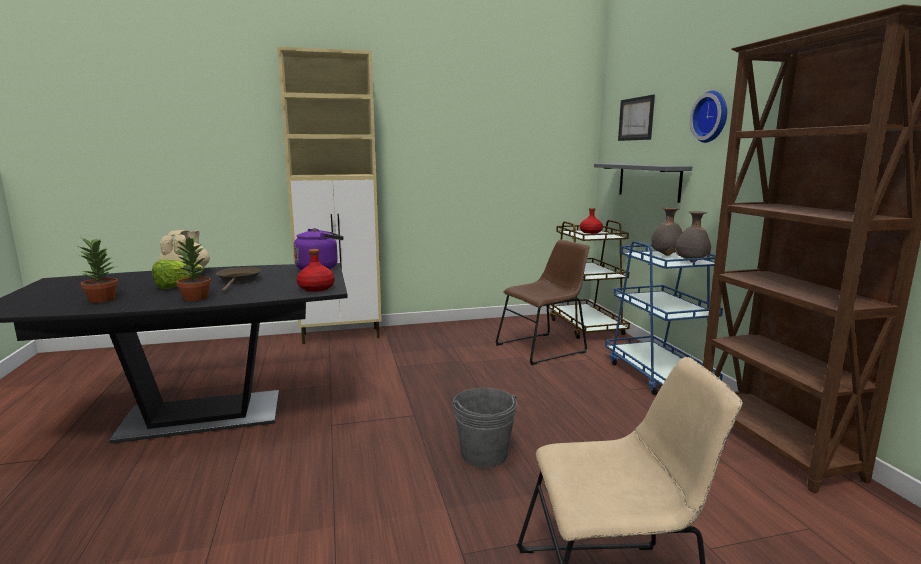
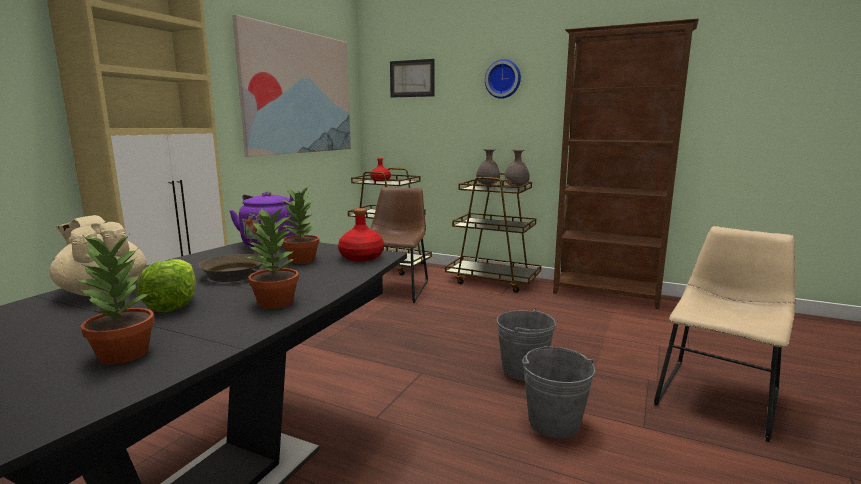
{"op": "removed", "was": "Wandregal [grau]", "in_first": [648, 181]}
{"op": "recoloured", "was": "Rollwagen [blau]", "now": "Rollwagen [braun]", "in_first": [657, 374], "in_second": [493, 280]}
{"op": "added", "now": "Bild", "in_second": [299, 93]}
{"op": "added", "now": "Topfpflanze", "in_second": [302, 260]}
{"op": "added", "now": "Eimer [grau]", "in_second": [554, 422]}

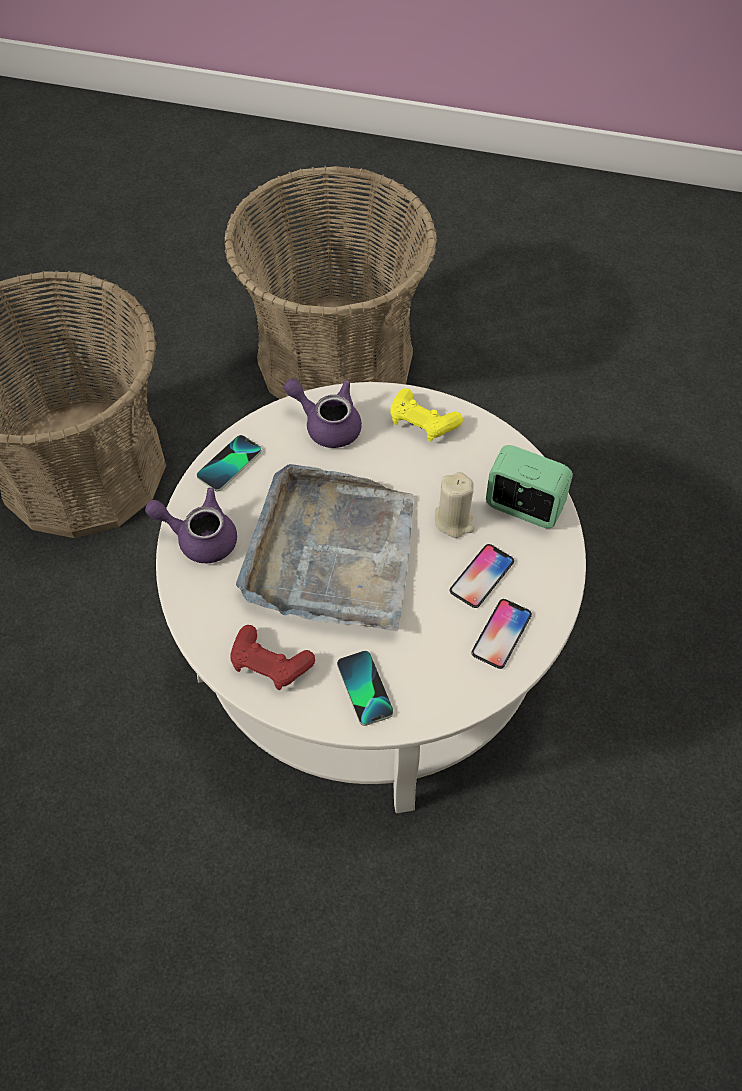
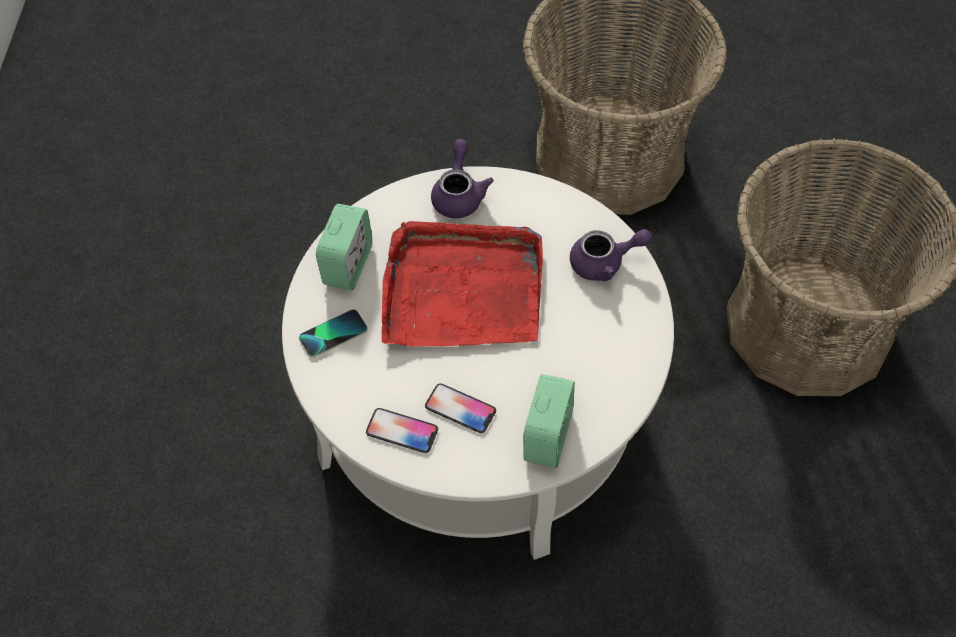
{"op": "removed", "was": "Handy", "in_first": [229, 464]}
{"op": "replaced", "was": "Gamepad [rot]", "now": "Wecker", "in_first": [270, 663], "in_second": [347, 265]}
{"op": "recoloured", "was": "Tablett [grau]", "now": "Tablett [rot]", "in_first": [331, 553], "in_second": [462, 289]}
{"op": "turned", "was": "Teekanne [lila]", "in_first": [327, 424], "in_second": [604, 263], "clockwise": 60}
{"op": "removed", "was": "Gamepad [gelb]", "in_first": [422, 422]}
{"op": "removed", "was": "Kerze [beige]", "in_first": [454, 521]}

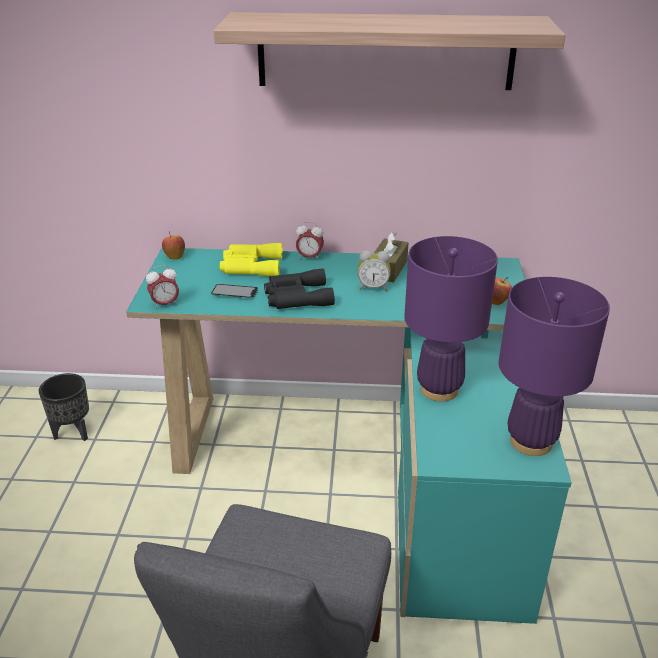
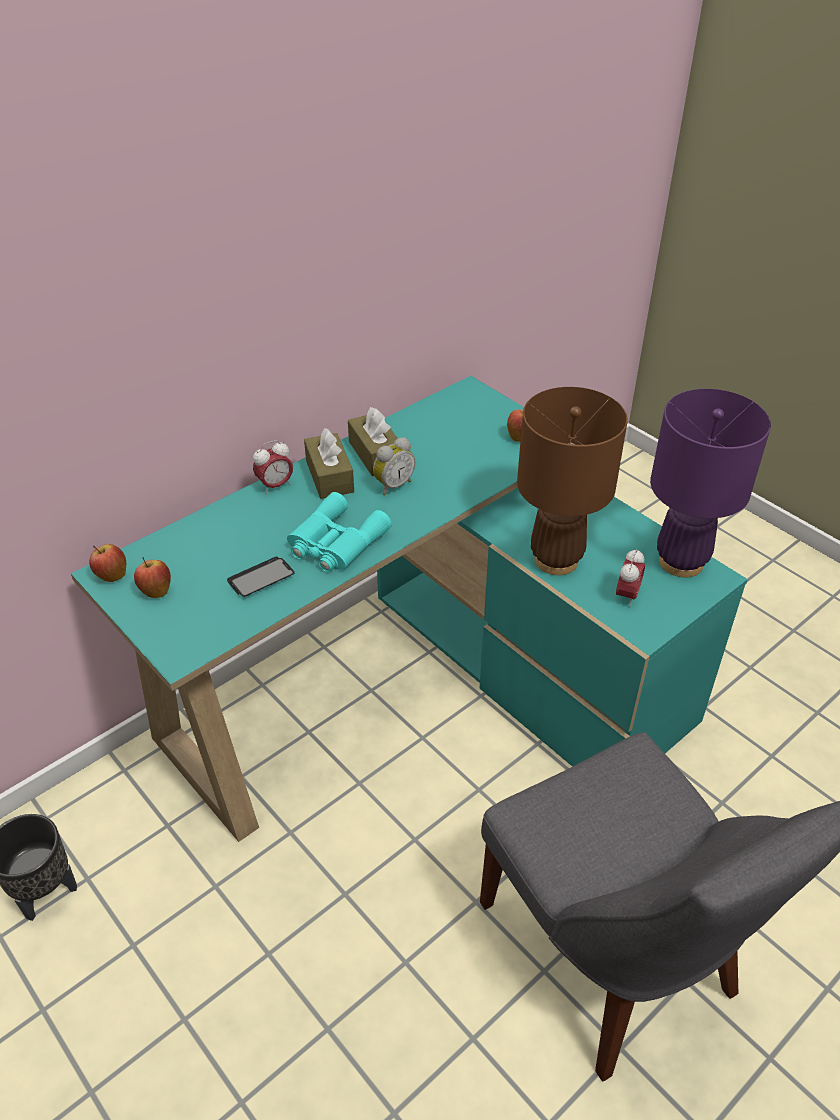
{"op": "moved", "was": "Wecker", "in_first": [165, 304], "in_second": [627, 595]}
{"op": "removed", "was": "Wandregal", "in_first": [385, 51]}
{"op": "removed", "was": "Fernglas [gelb]", "in_first": [250, 266]}
{"op": "recoloured", "was": "Fernglas [schwarz]", "now": "Fernglas [türkis]", "in_first": [296, 297], "in_second": [335, 543]}
{"op": "recoloured", "was": "Tischlampe [lila]", "now": "Tischlampe [braun]", "in_first": [439, 389], "in_second": [556, 560]}
{"op": "added", "now": "Apfel", "in_second": [156, 591]}
{"op": "added", "now": "Taschentuchbox [braun]", "in_second": [329, 476]}

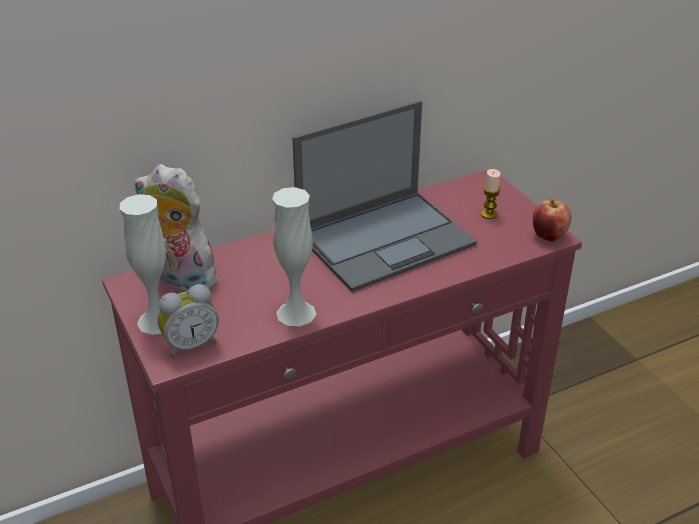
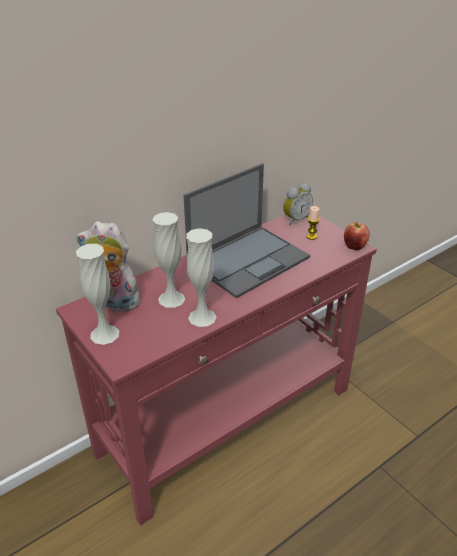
{"op": "moved", "was": "Wecker", "in_first": [190, 345], "in_second": [295, 219]}
{"op": "added", "now": "Vase [weiß]", "in_second": [171, 299]}

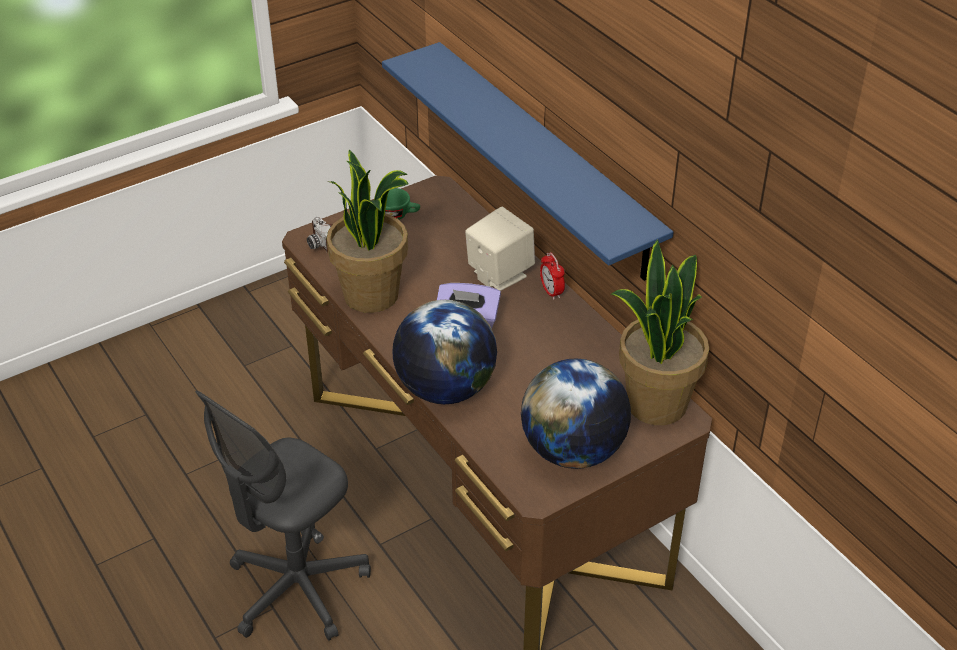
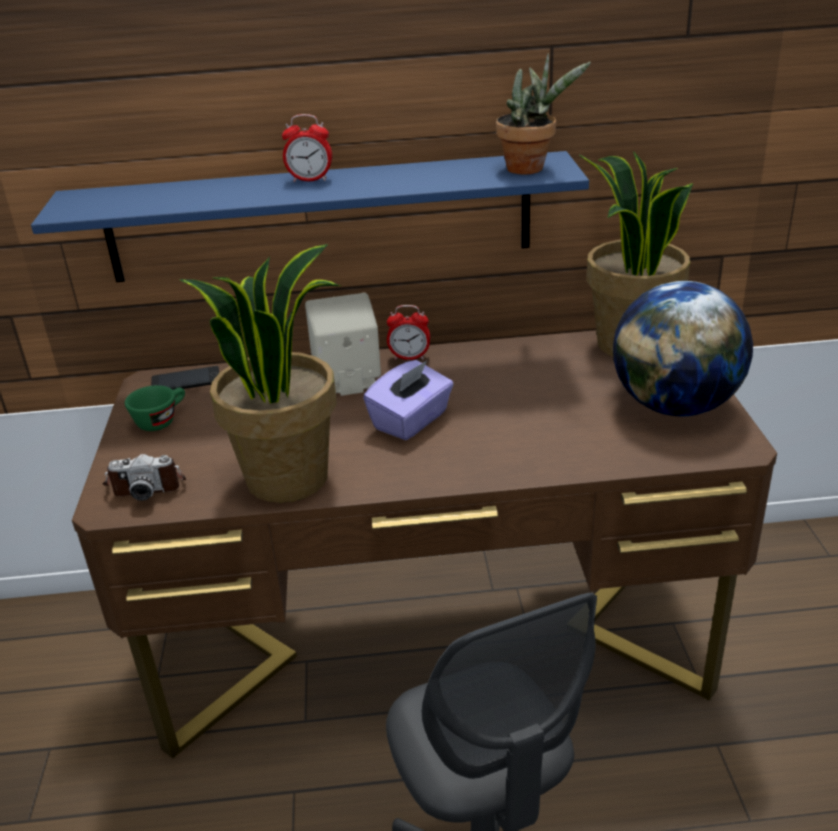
{"op": "removed", "was": "Globus", "in_first": [445, 389]}
{"op": "added", "now": "Handy", "in_second": [186, 381]}
{"op": "added", "now": "Wecker", "in_second": [310, 180]}
{"op": "added", "now": "Topfpflanze", "in_second": [531, 169]}

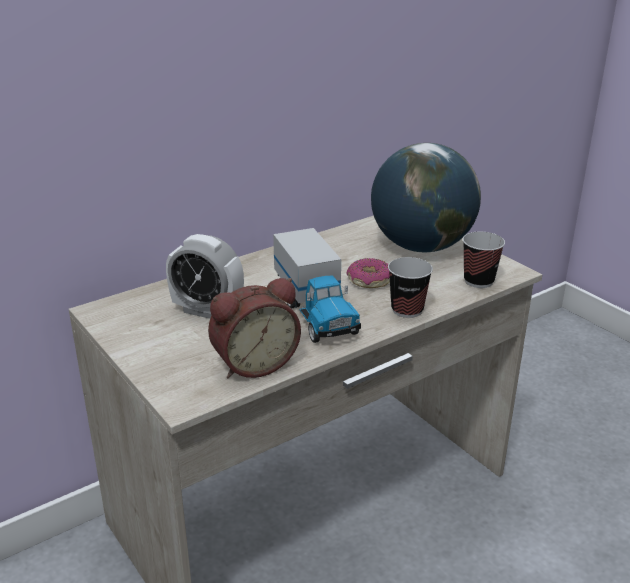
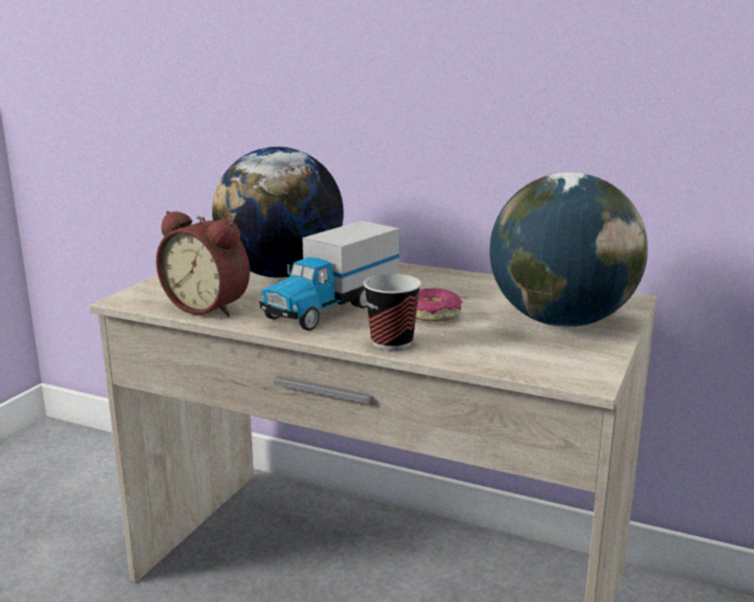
{"op": "replaced", "was": "Wecker", "now": "Globus", "in_first": [207, 311], "in_second": [281, 274]}
{"op": "removed", "was": "Tasse", "in_first": [478, 281]}

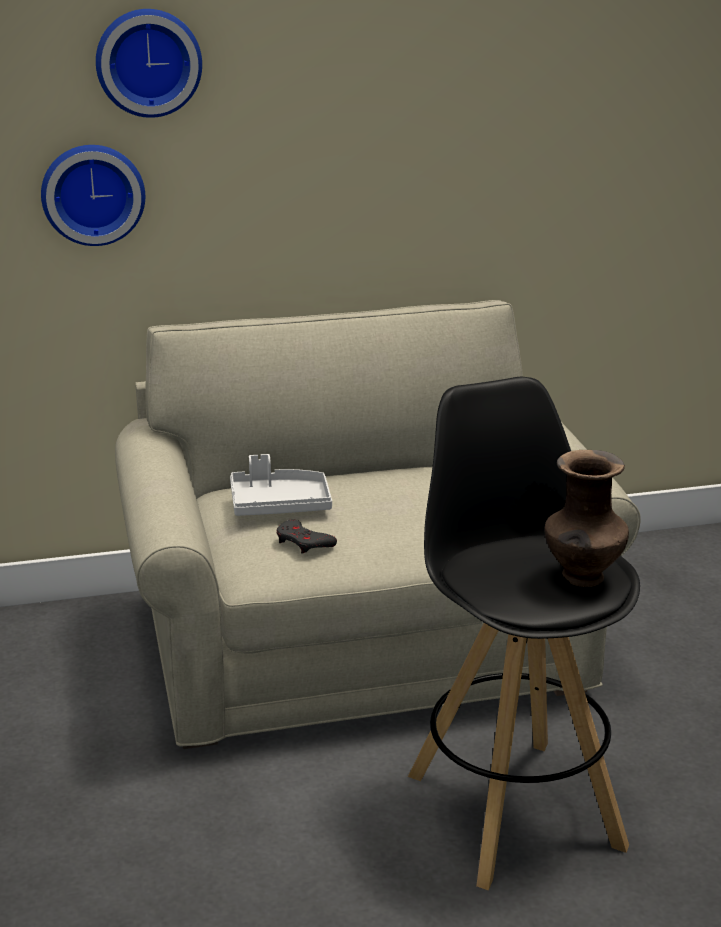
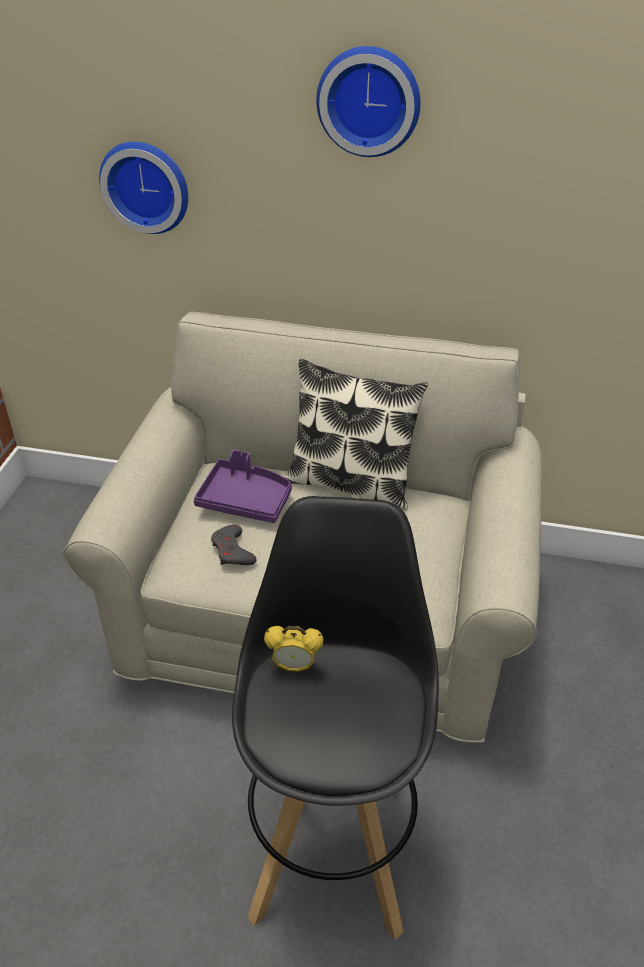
{"op": "moved", "was": "Wanduhr", "in_first": [148, 62], "in_second": [369, 100]}
{"op": "recoloured", "was": "Tablett [grau]", "now": "Tablett [lila]", "in_first": [279, 505], "in_second": [245, 500]}
{"op": "removed", "was": "Vase [braun]", "in_first": [582, 578]}
{"op": "added", "now": "Wecker", "in_second": [294, 666]}
{"op": "added", "now": "Kissen", "in_second": [351, 482]}

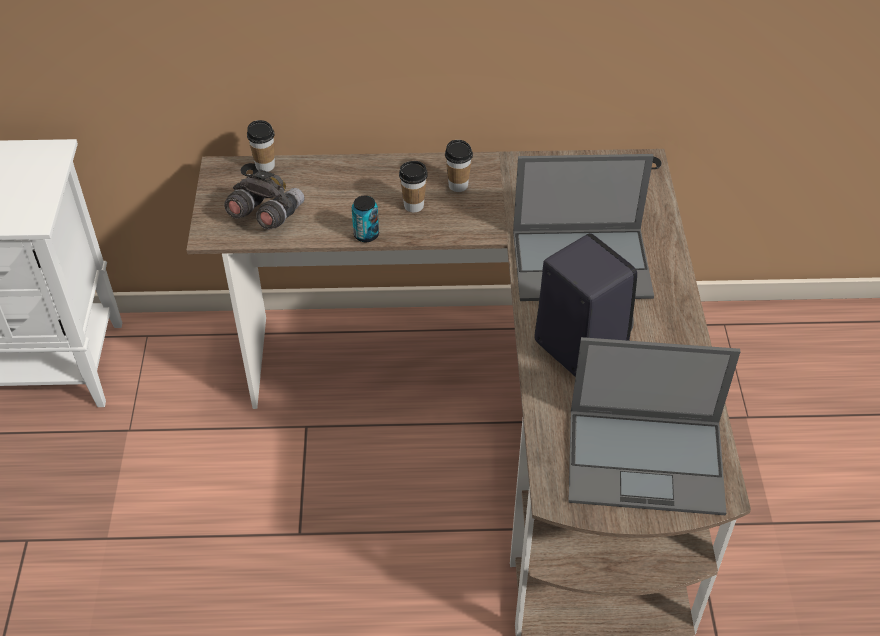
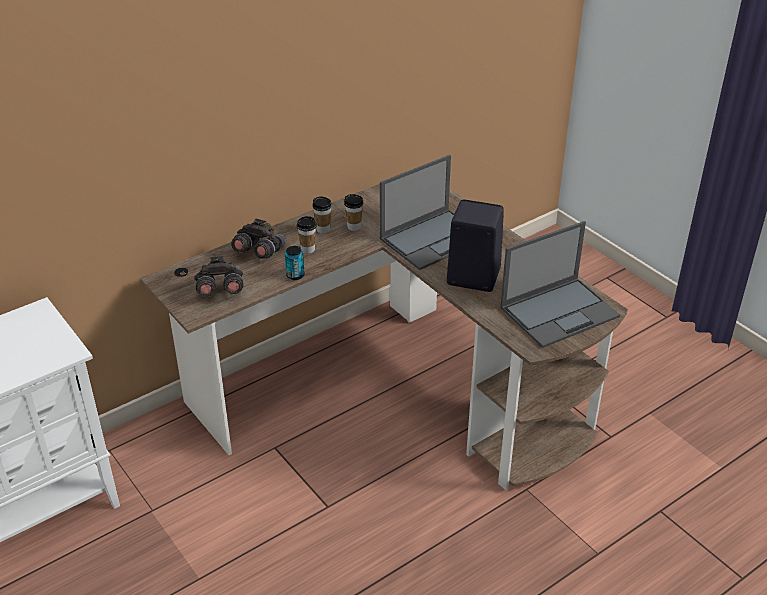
{"op": "moved", "was": "Tasse", "in_first": [265, 166], "in_second": [354, 227]}
{"op": "added", "now": "Fernglas [grau]", "in_second": [259, 252]}

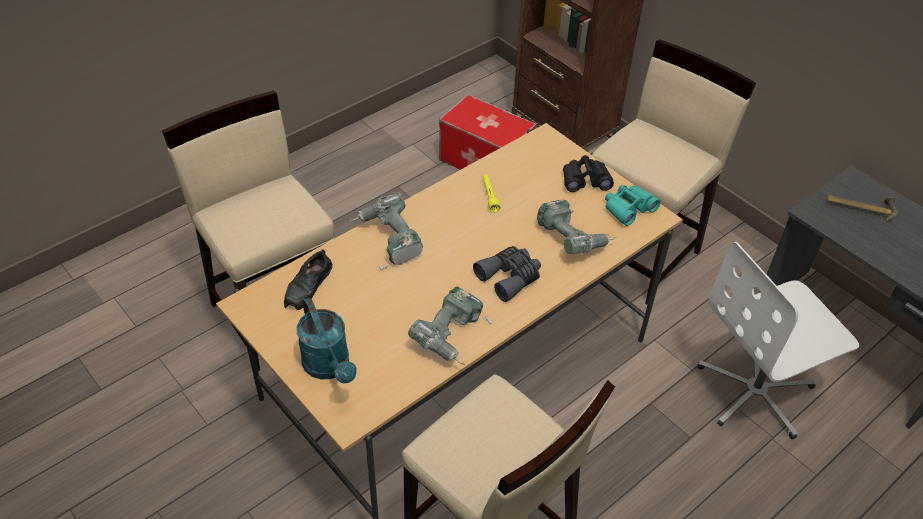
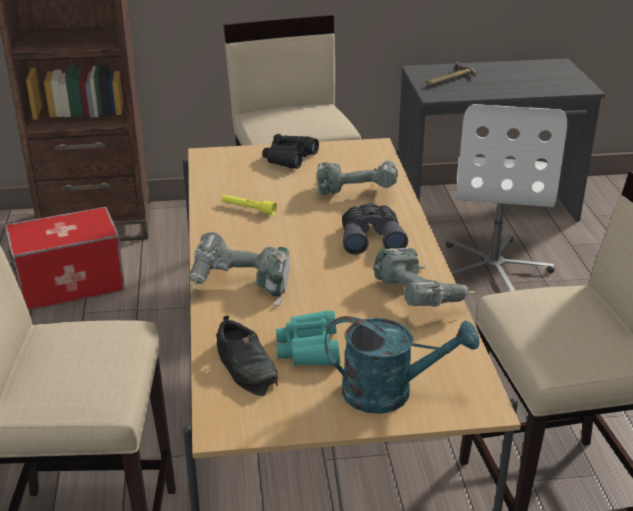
{"op": "moved", "was": "Fernglas [türkis]", "in_first": [628, 208], "in_second": [309, 348]}

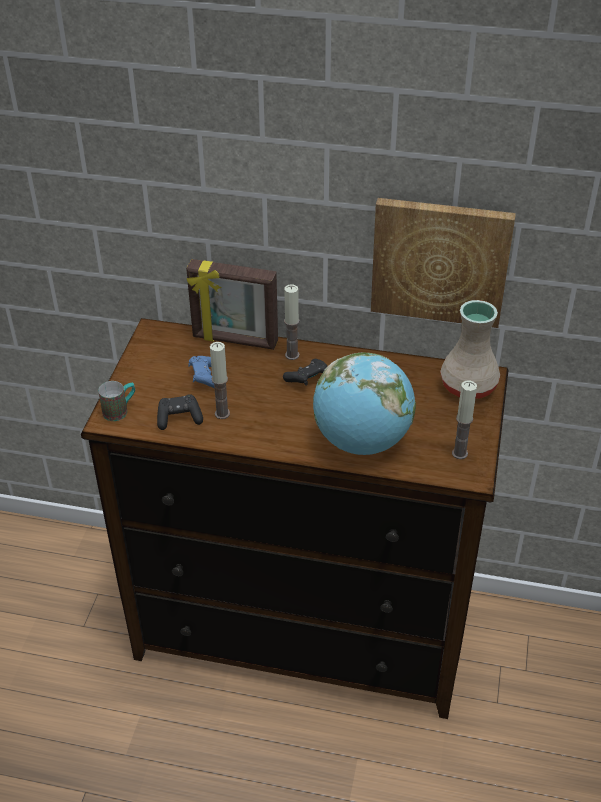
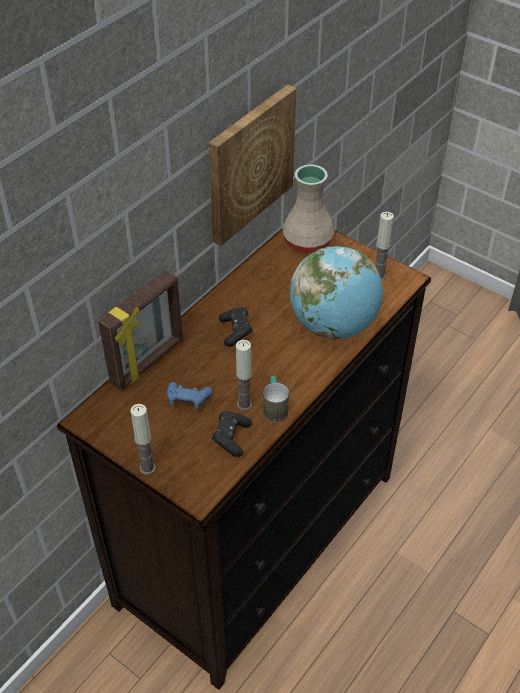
{"op": "moved", "was": "Henkelbecher", "in_first": [120, 410], "in_second": [274, 408]}
{"op": "moved", "was": "Kerze", "in_first": [292, 355], "in_second": [147, 468]}

